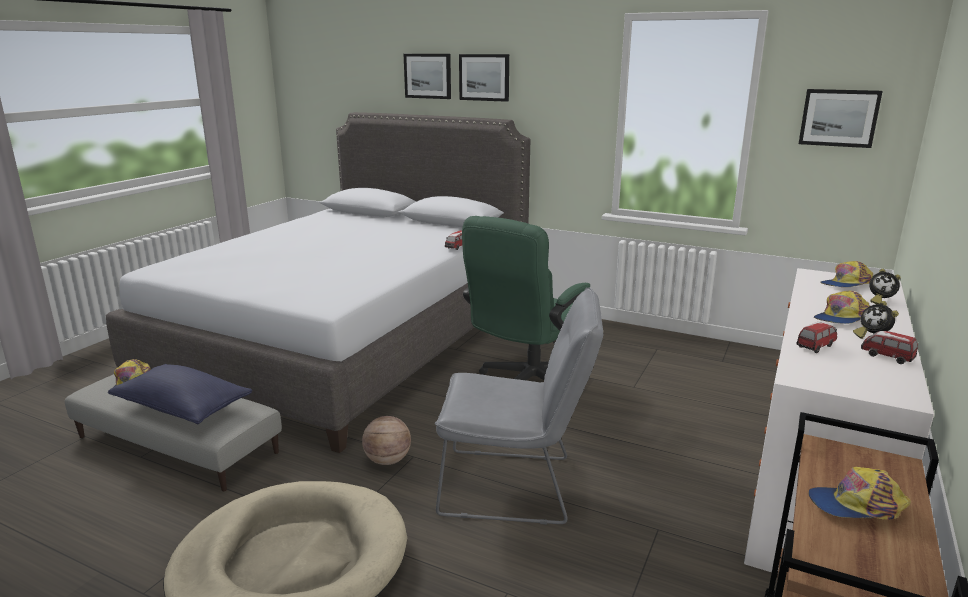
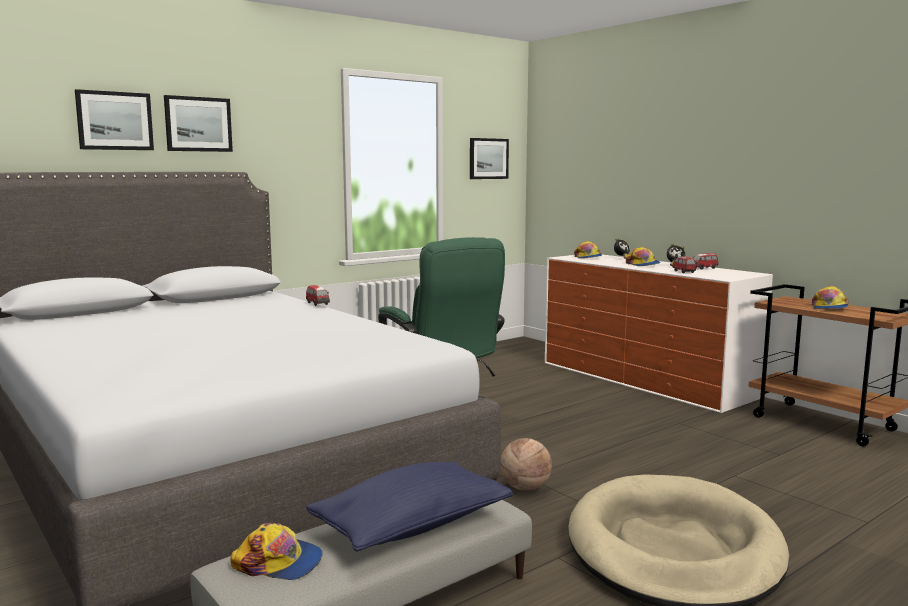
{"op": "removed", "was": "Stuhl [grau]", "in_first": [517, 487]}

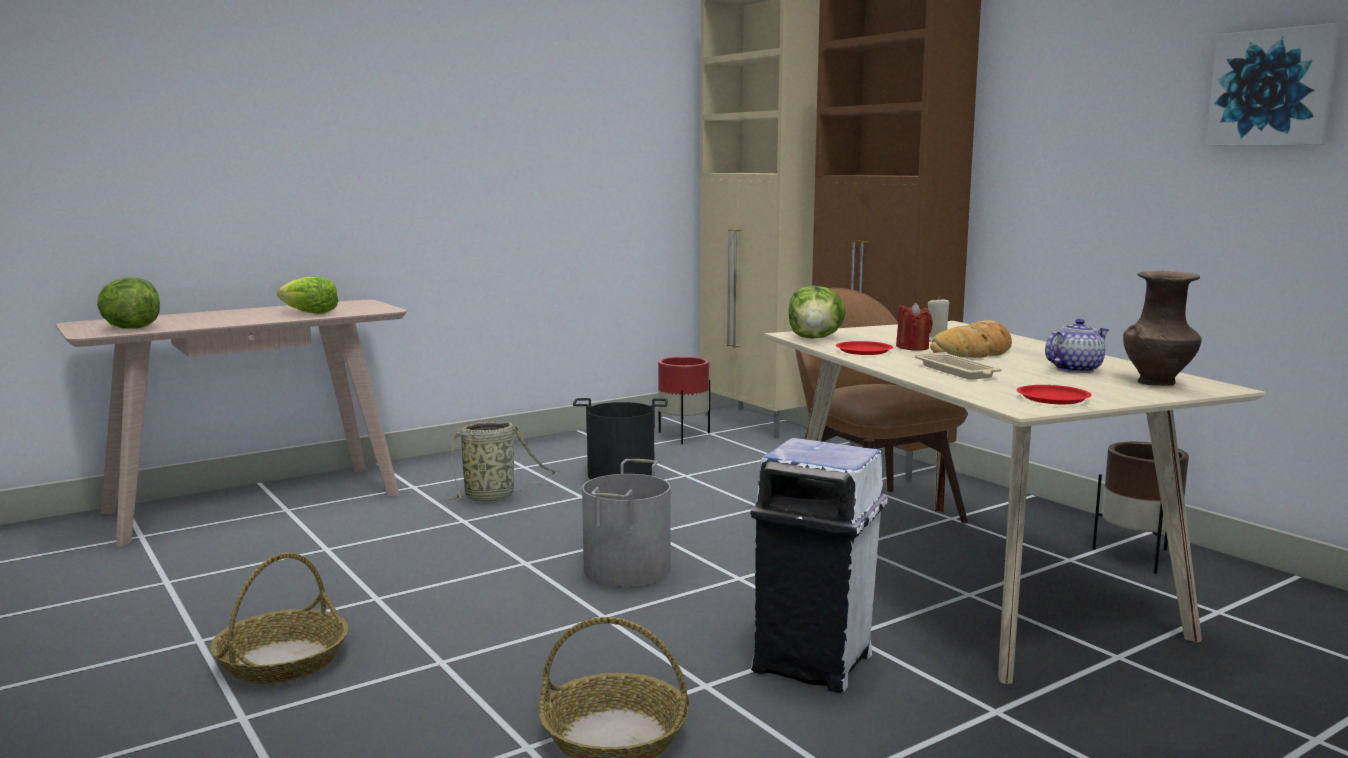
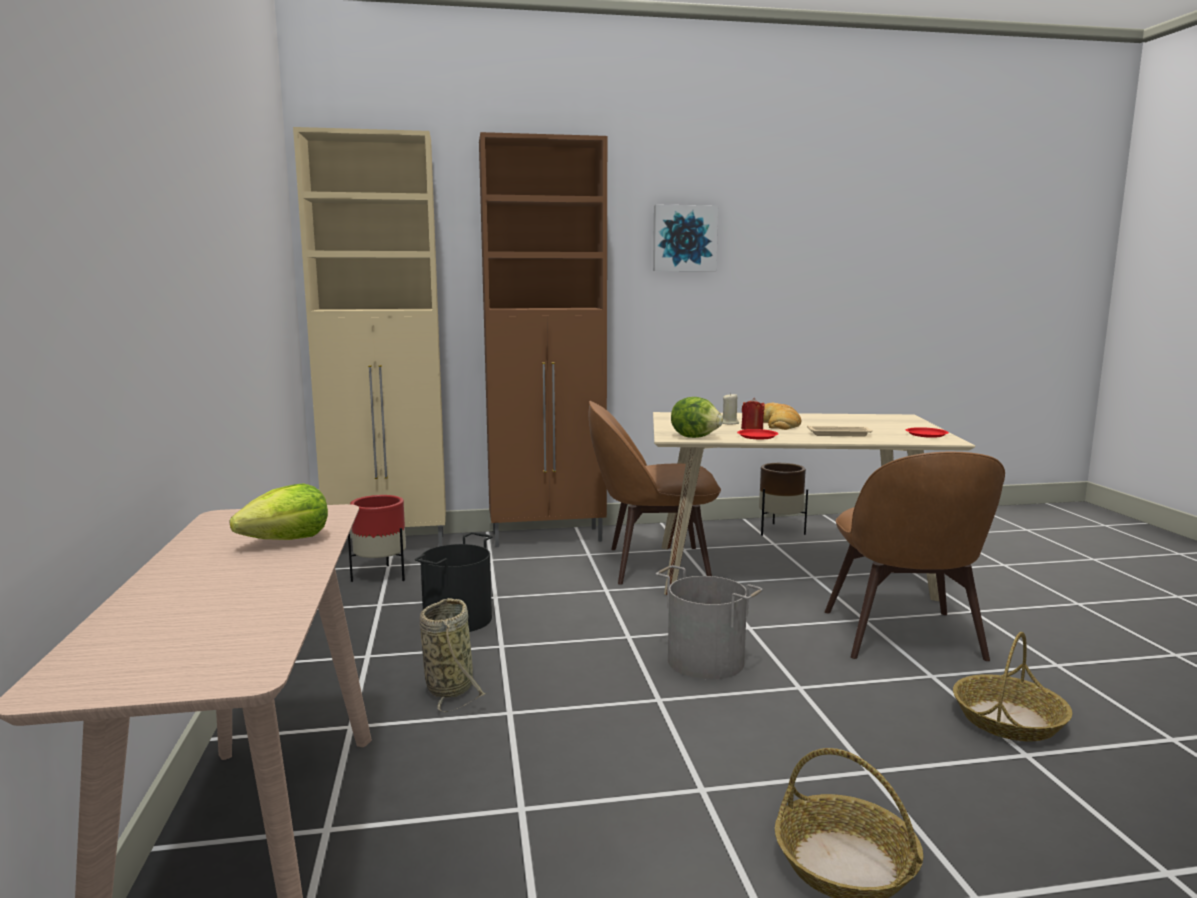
{"op": "removed", "was": "Salatkopf", "in_first": [130, 328]}
{"op": "replaced", "was": "Mülleimer [weiß]", "now": "Stuhl [braun]", "in_first": [814, 663], "in_second": [904, 637]}
{"op": "removed", "was": "Teekanne", "in_first": [1075, 369]}
{"op": "removed", "was": "Vase [braun]", "in_first": [1158, 382]}
{"op": "moved", "was": "Bild", "in_first": [1273, 88], "in_second": [684, 238]}

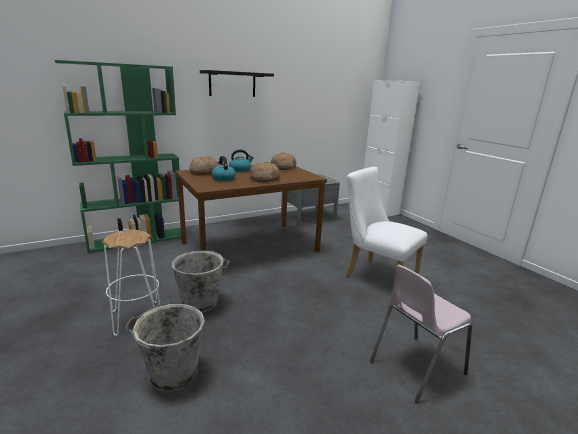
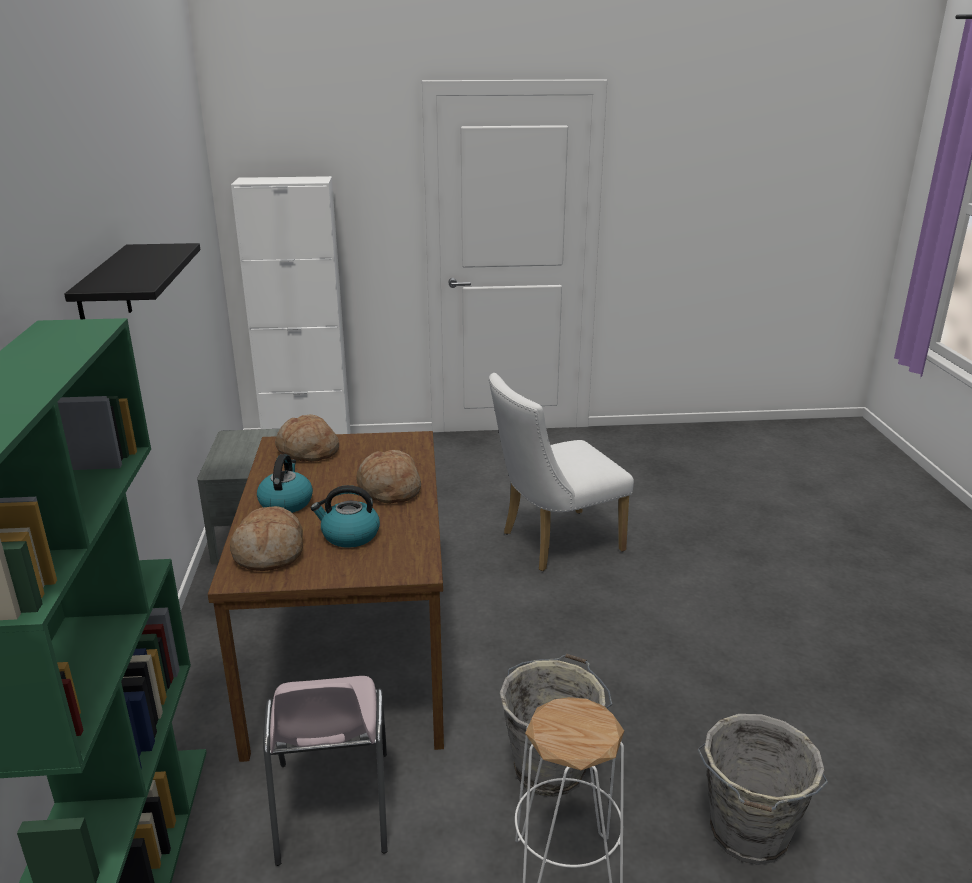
{"op": "moved", "was": "Stuhl [rosa]", "in_first": [415, 367], "in_second": [331, 808]}

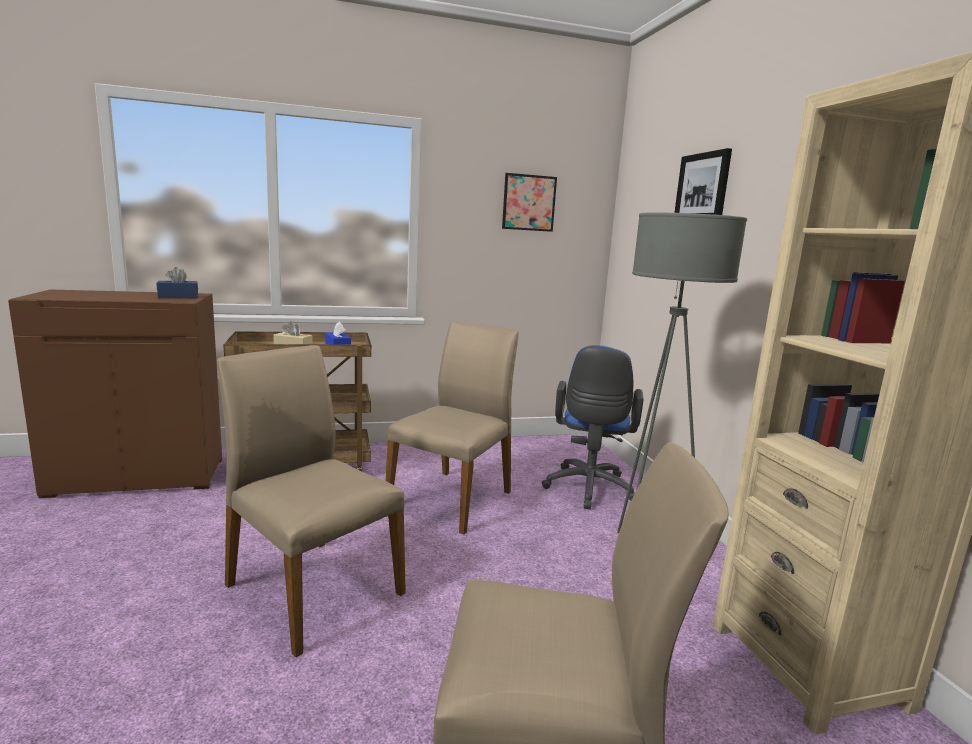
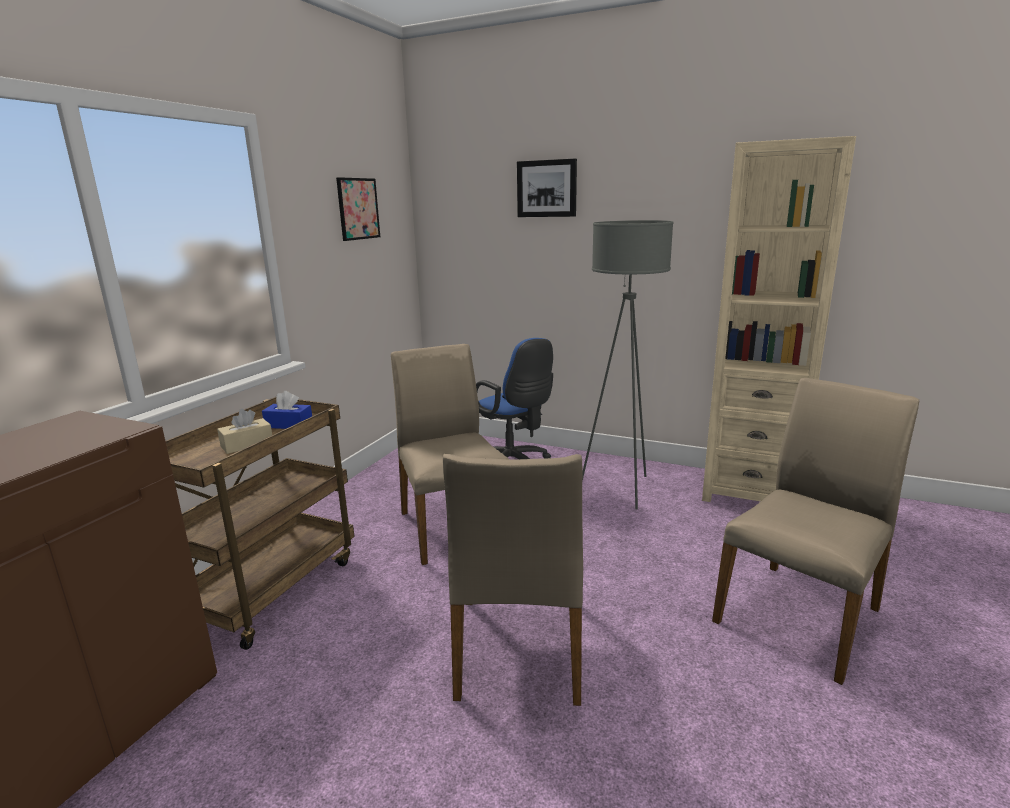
{"op": "removed", "was": "Taschentuchbox [blau]", "in_first": [178, 297]}
{"op": "turned", "was": "Stuhl [beige]", "in_first": [311, 589], "in_second": [519, 649], "clockwise": -75}

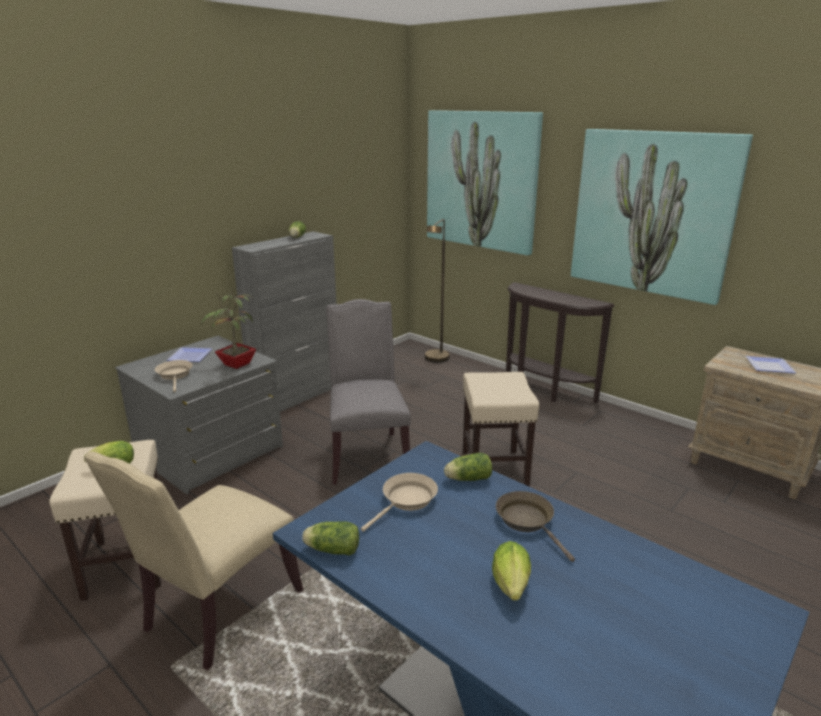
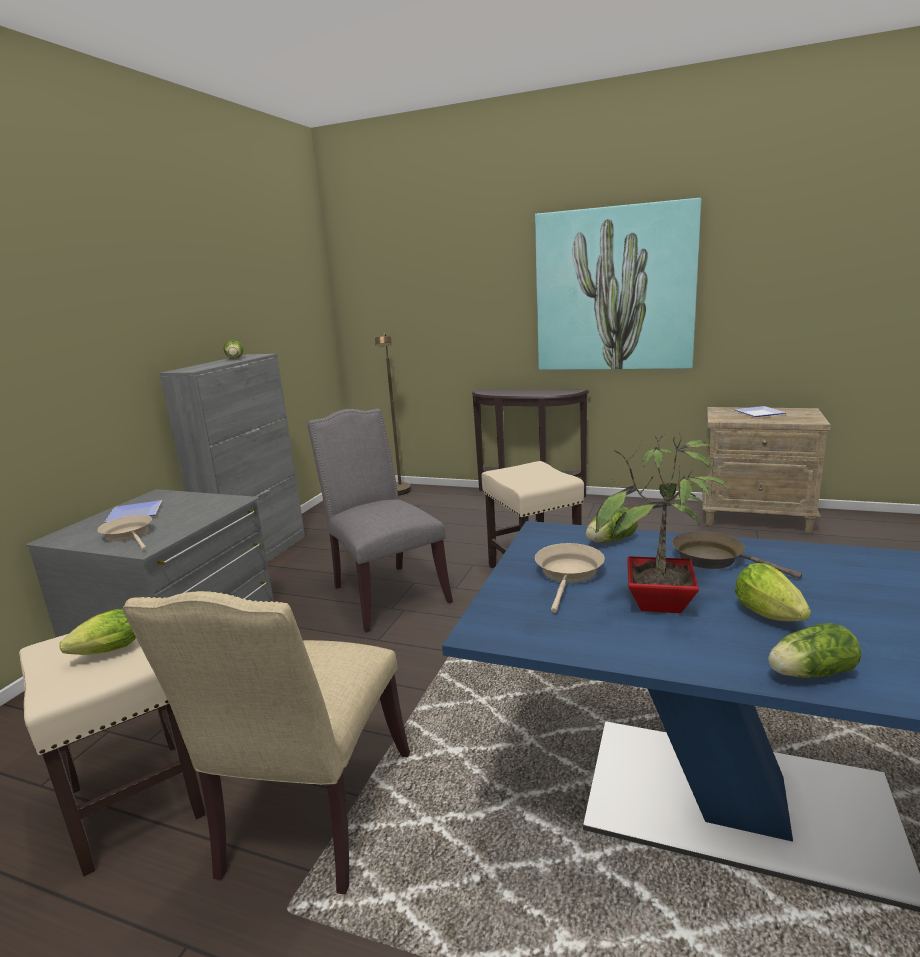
{"op": "moved", "was": "Topfpflanze", "in_first": [236, 365], "in_second": [659, 605]}
{"op": "moved", "was": "Salatkopf", "in_first": [331, 549], "in_second": [808, 673]}
{"op": "removed", "was": "Bild", "in_first": [481, 180]}

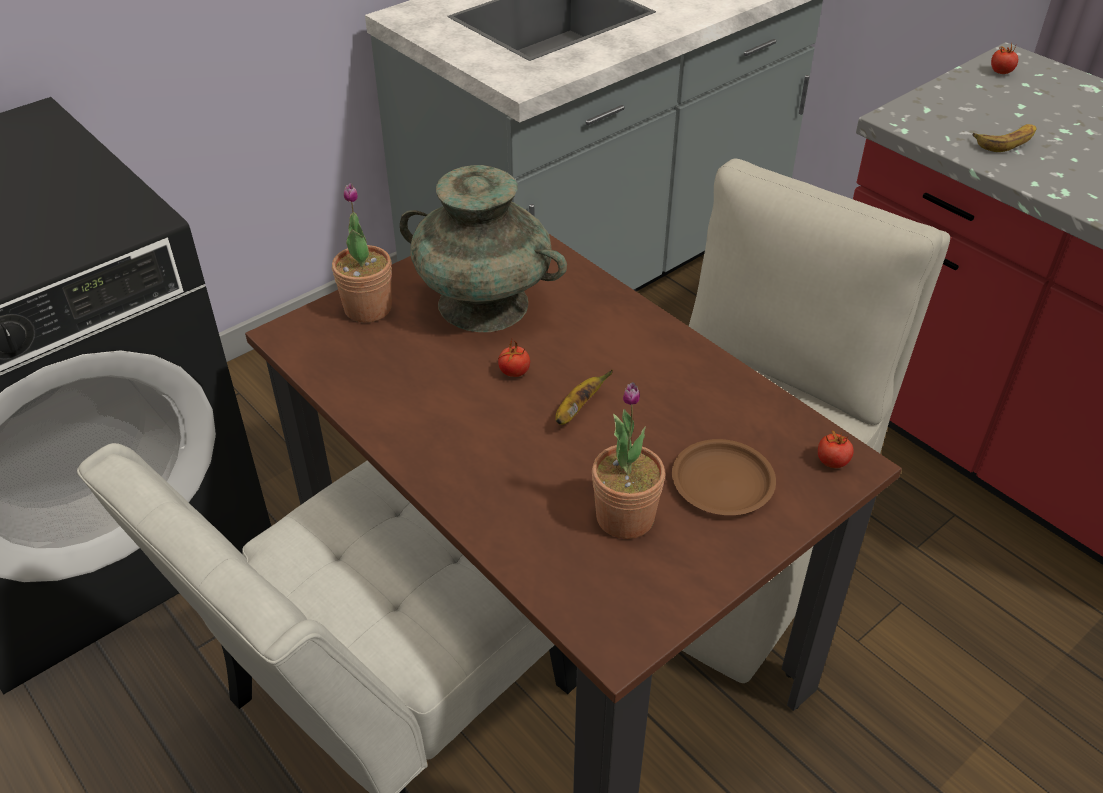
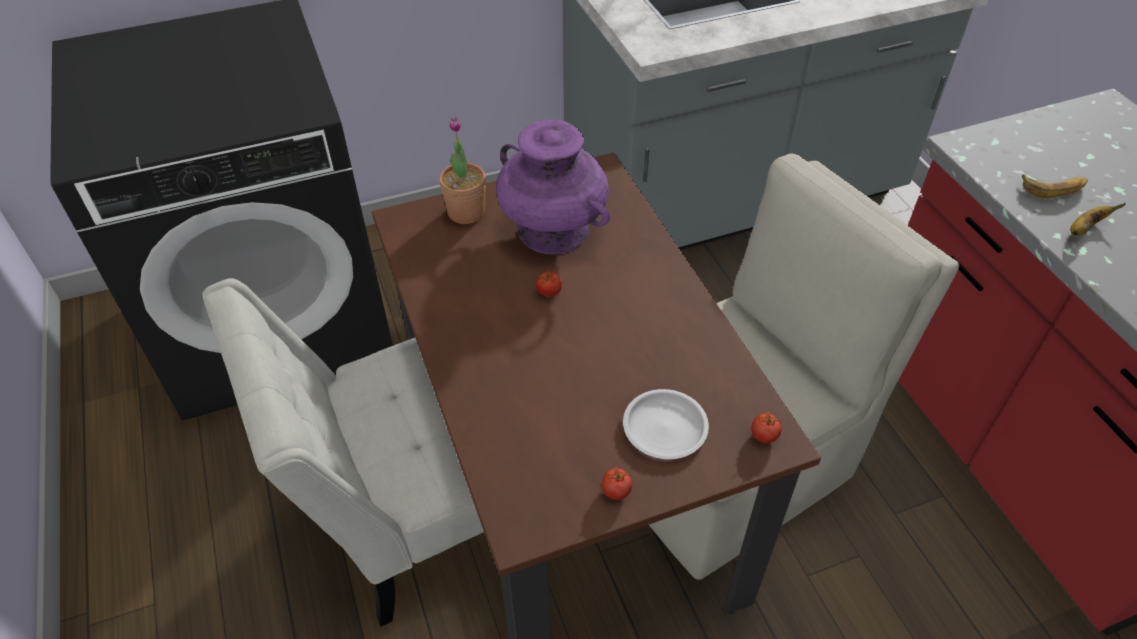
{"op": "recoloured", "was": "Vase [türkis]", "now": "Vase [lila]", "in_first": [484, 304], "in_second": [553, 230]}
{"op": "moved", "was": "Banane", "in_first": [577, 409], "in_second": [1084, 229]}
{"op": "removed", "was": "Topfpflanze", "in_first": [625, 517]}
{"op": "recoloured", "was": "Teller [braun]", "now": "Teller [weiß]", "in_first": [721, 482], "in_second": [664, 427]}
{"op": "moved", "was": "Tomate", "in_first": [1001, 72], "in_second": [616, 491]}

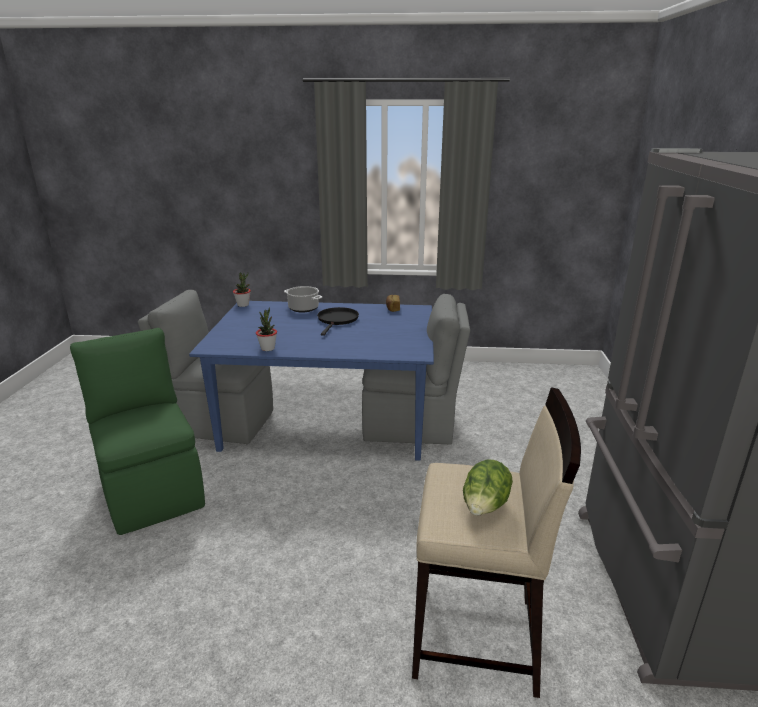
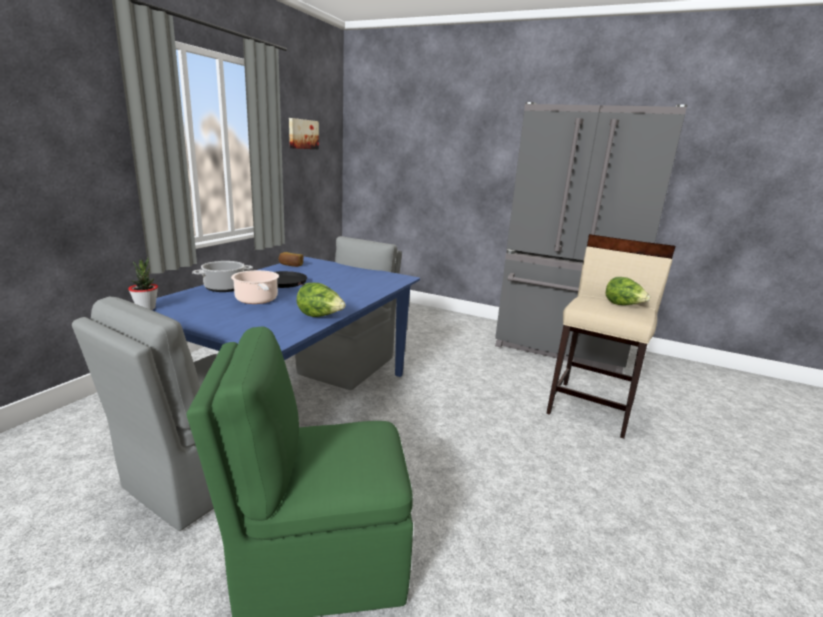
{"op": "replaced", "was": "Topfpflanze", "now": "Salatkopf", "in_first": [268, 348], "in_second": [320, 316]}
{"op": "added", "now": "Kochtopf", "in_second": [257, 300]}
{"op": "added", "now": "Bild", "in_second": [302, 134]}

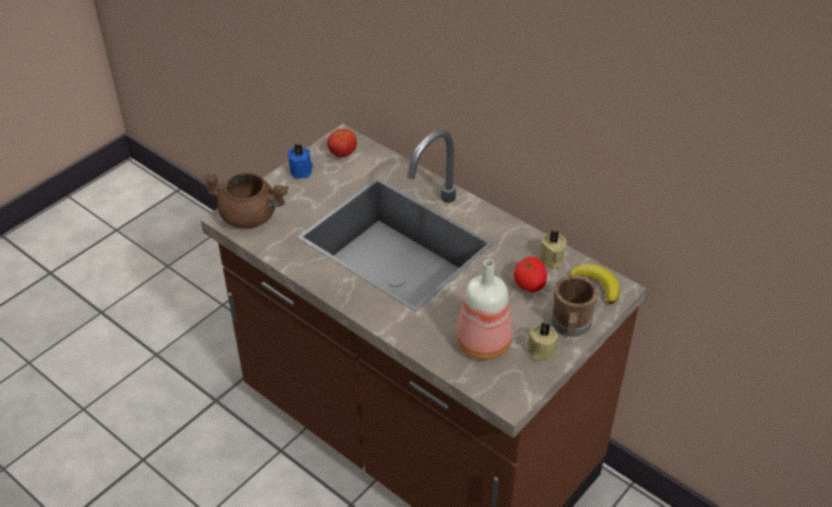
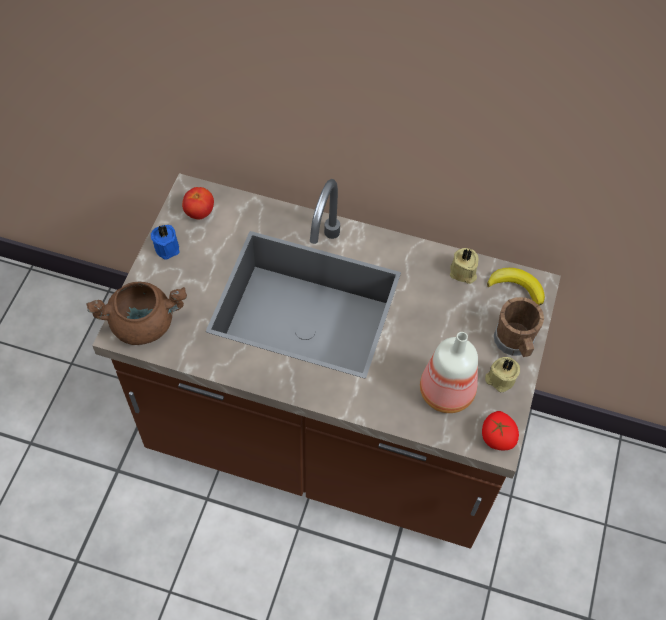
{"op": "moved", "was": "Tomate", "in_first": [529, 285], "in_second": [496, 437]}

